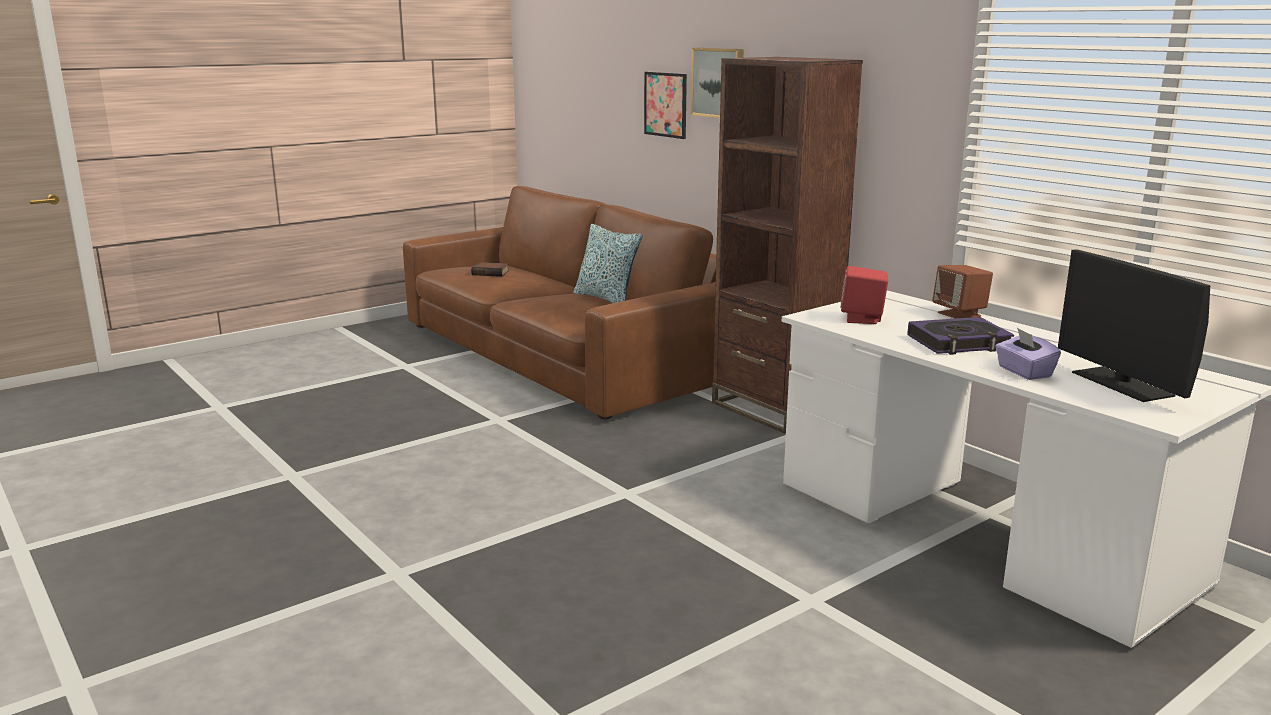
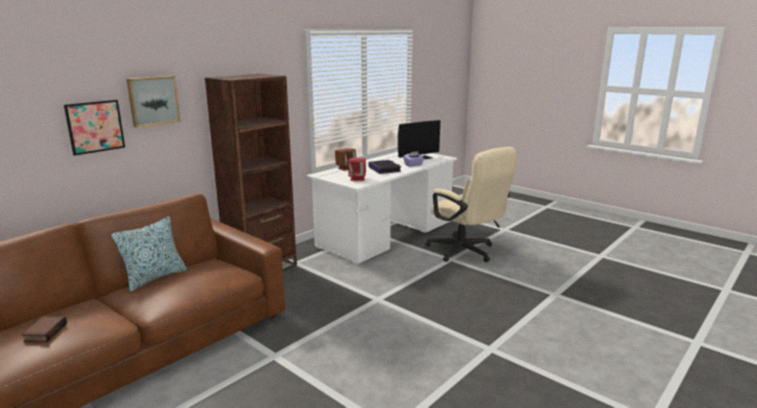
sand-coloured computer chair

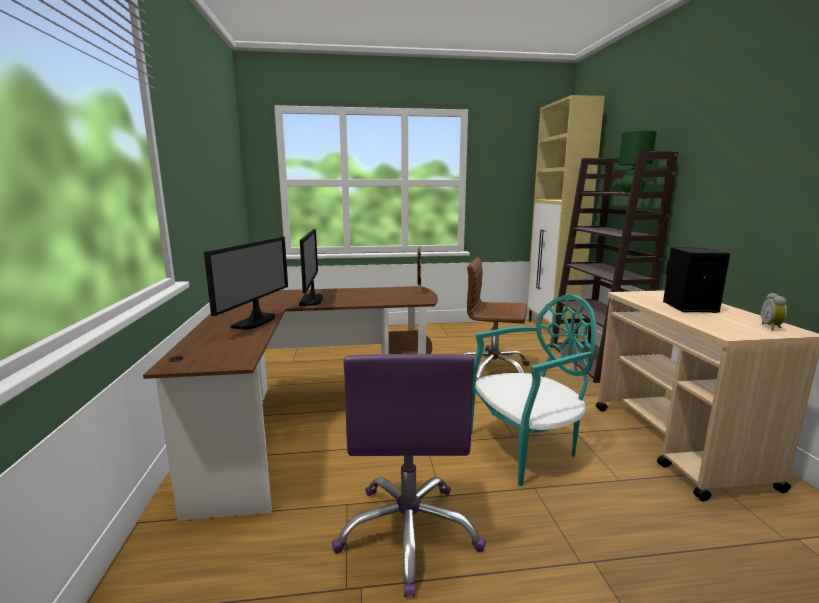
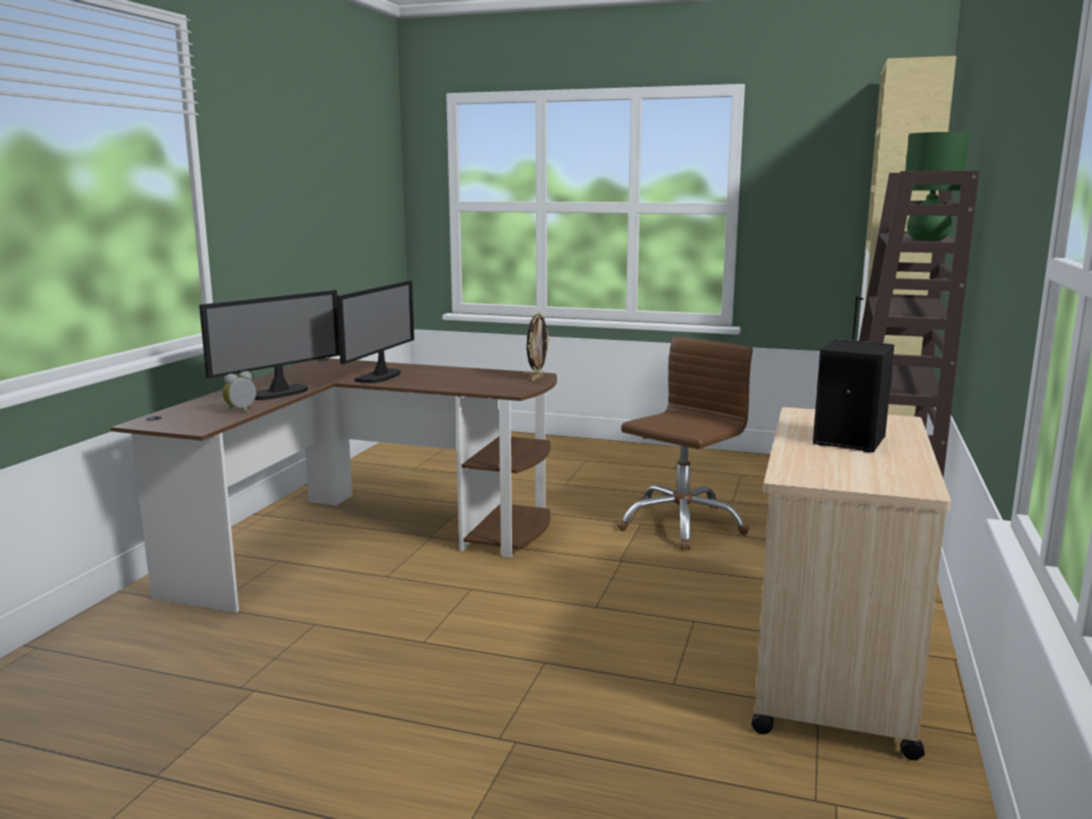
purple computer chair; turquoise upright chair; table clock; brown computer chair

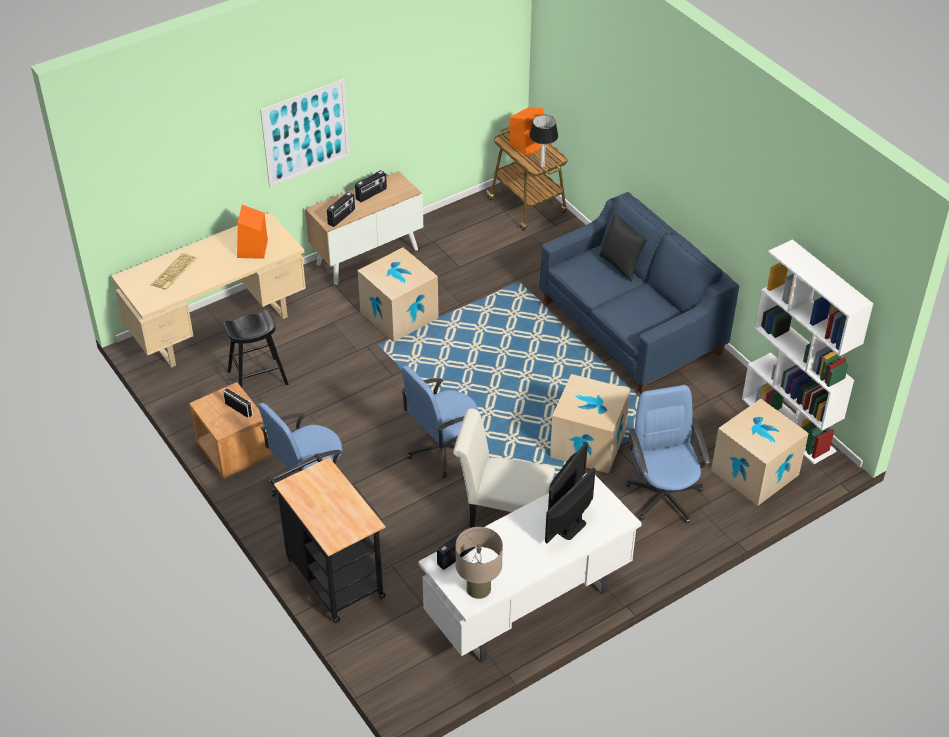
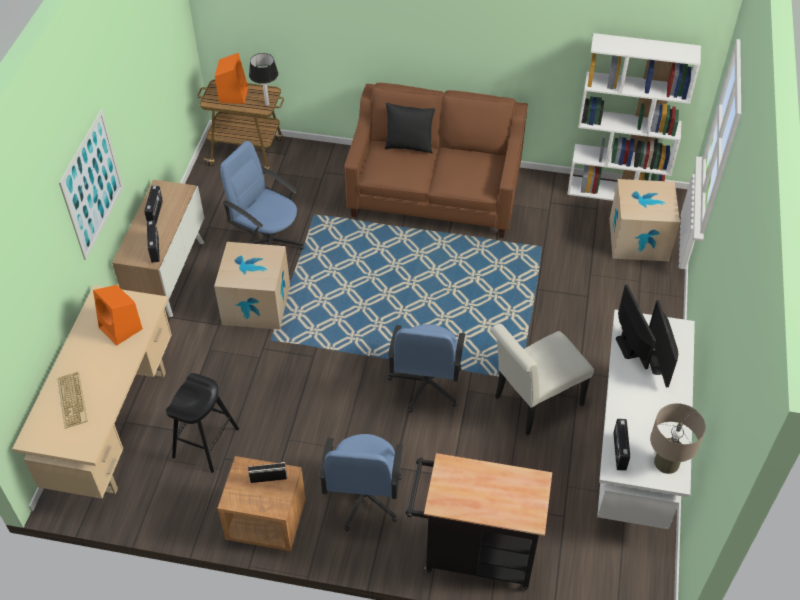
carton (2nd from left in the first image); blue computer chair (1st from left); brown settee

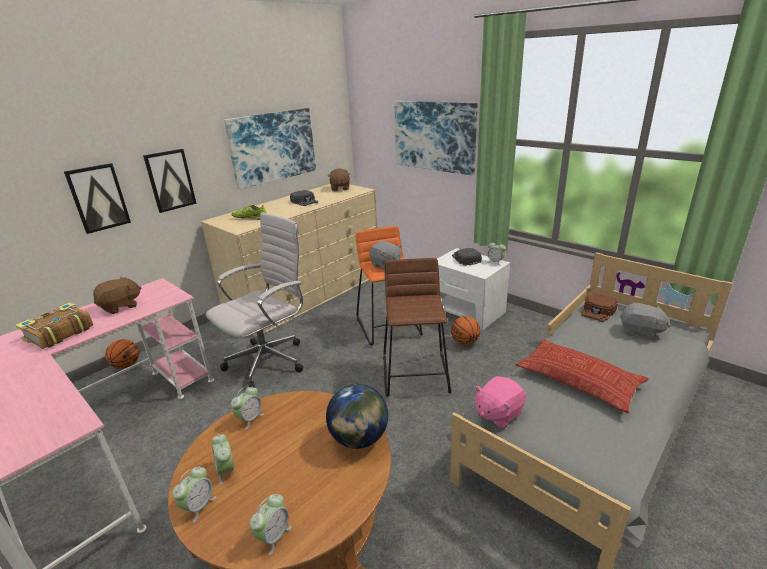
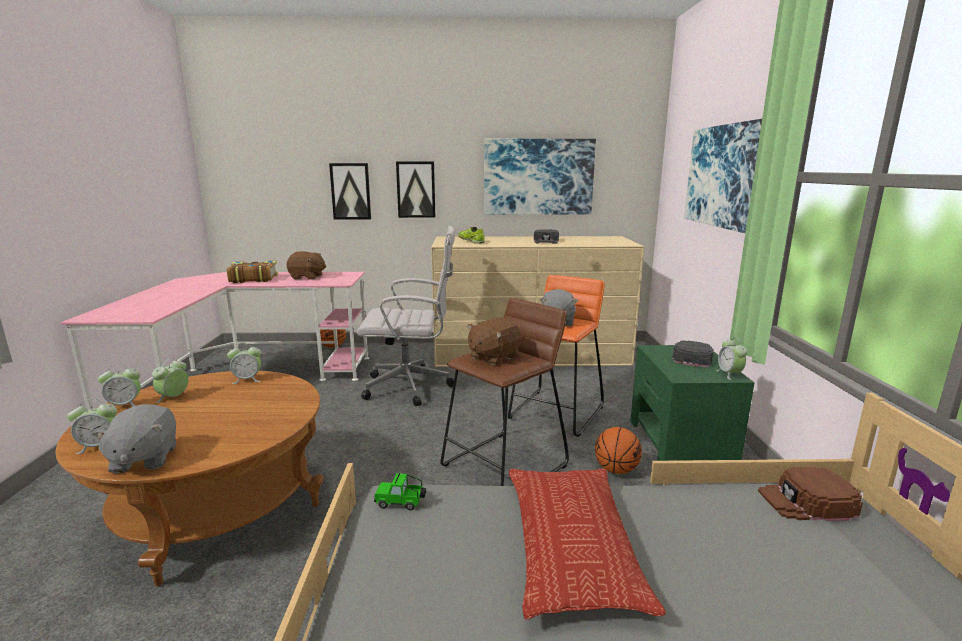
world globe; brown plush toy (2nd from left); gray plush toy (1st from left); model car; green nightstand

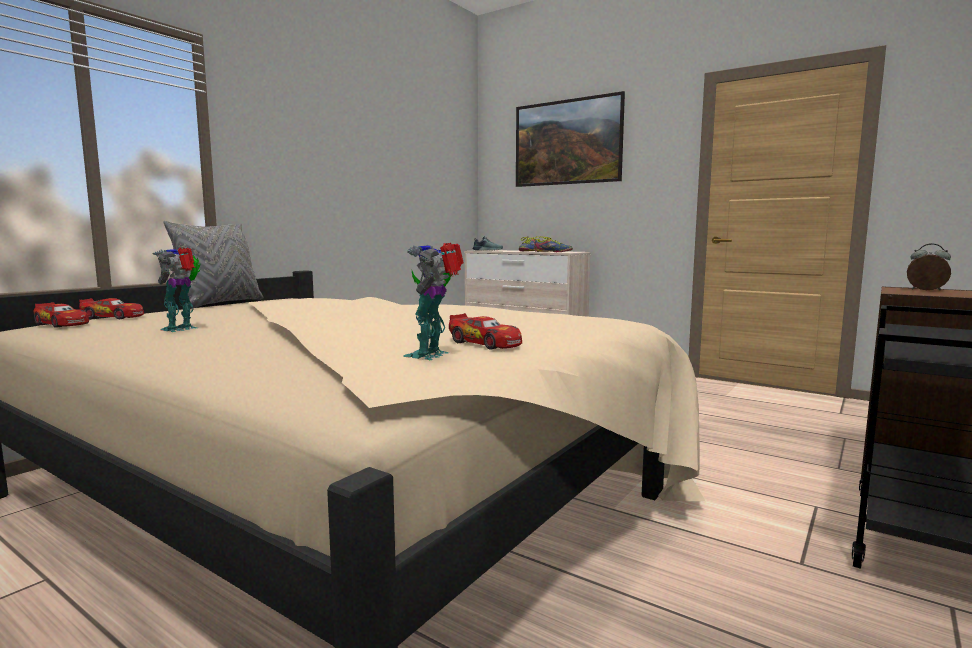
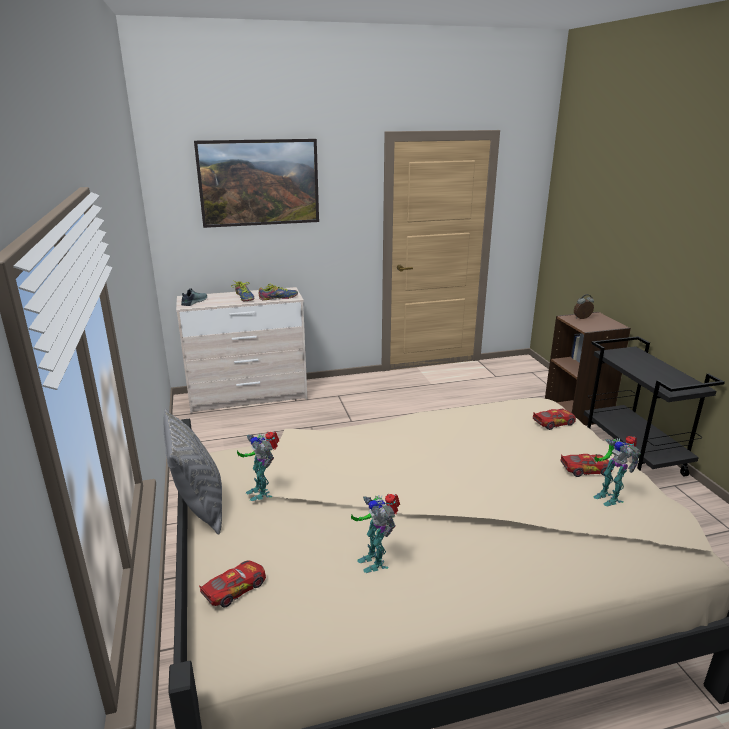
robot figure (1st from left); model car (2nd from left)

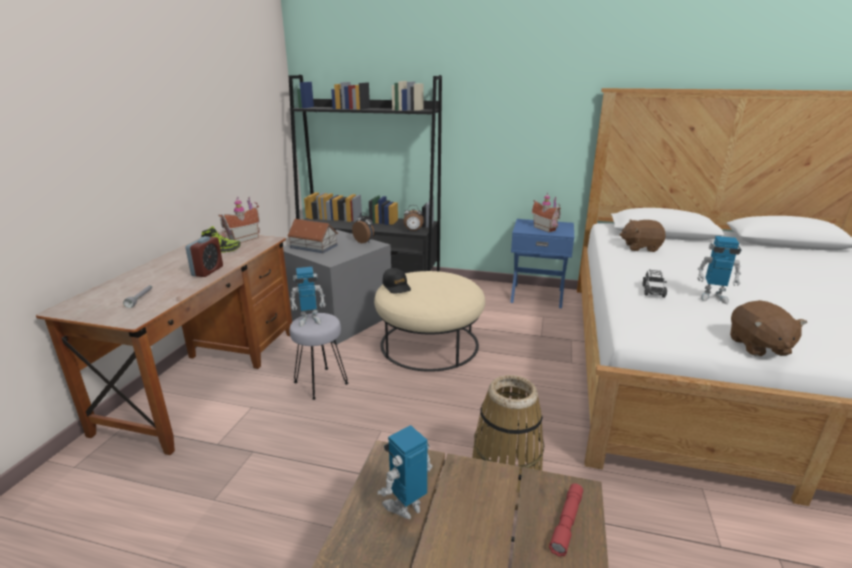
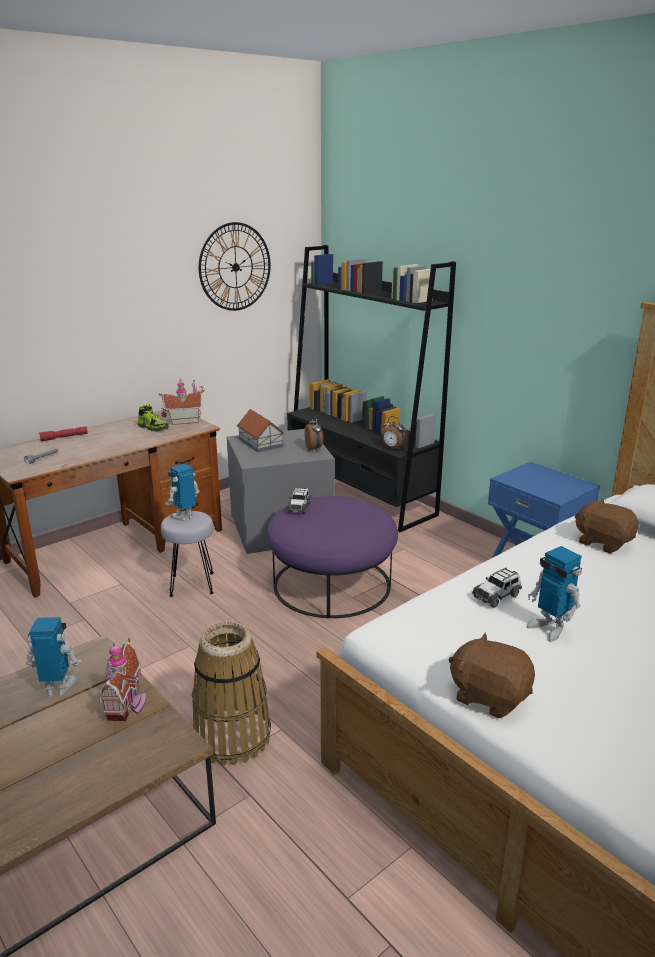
table clock (1st from left in the first image); wall clock; toy house (1st from left); red-coloured flashlight; model car (1st from left); purple footrest; robot figure (2nd from left); brown plush toy (1st from left)

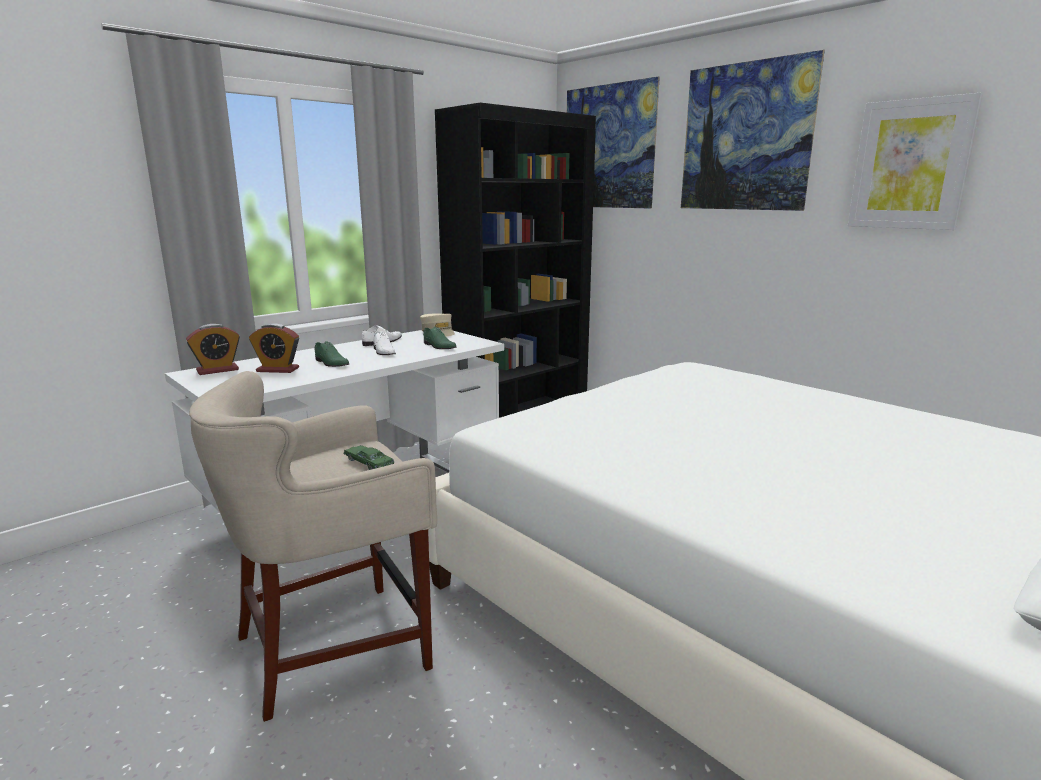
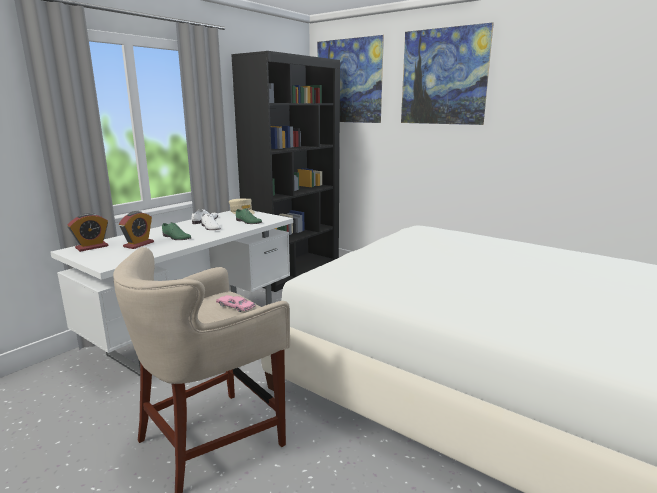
wall picture (3rd from left in the first image); pinkish model car; table clock (2nd from left)

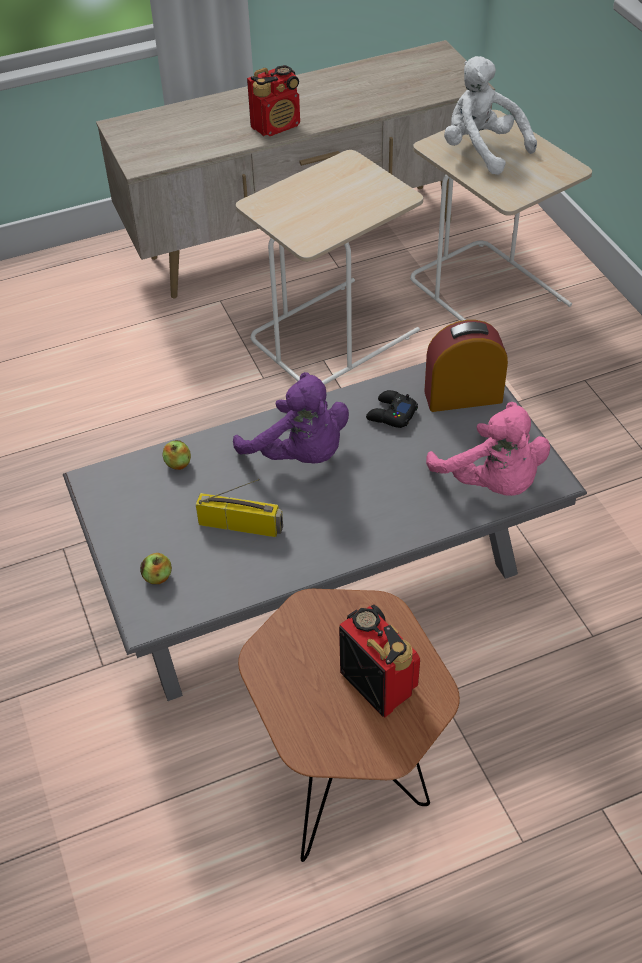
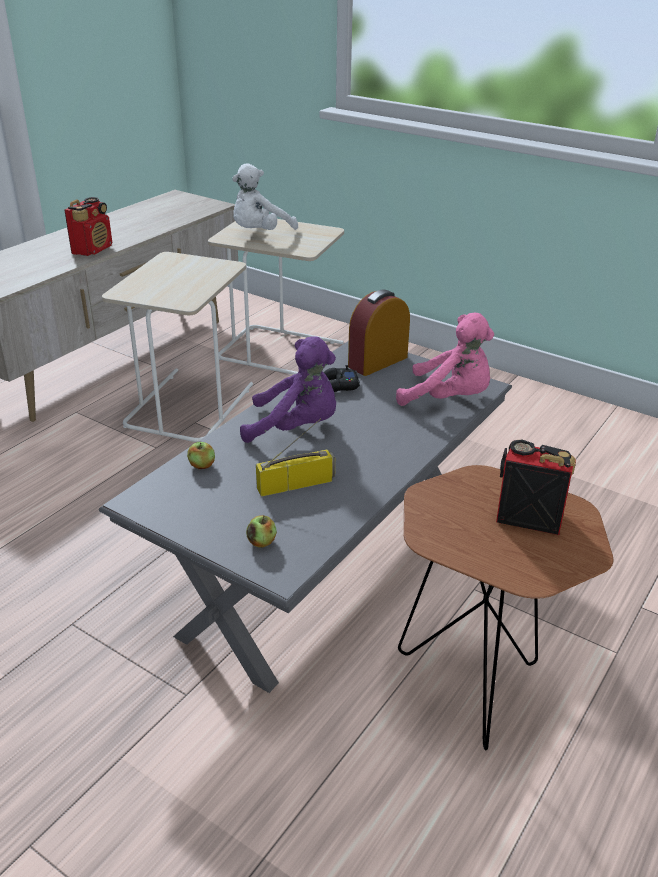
white-coloured plush toy

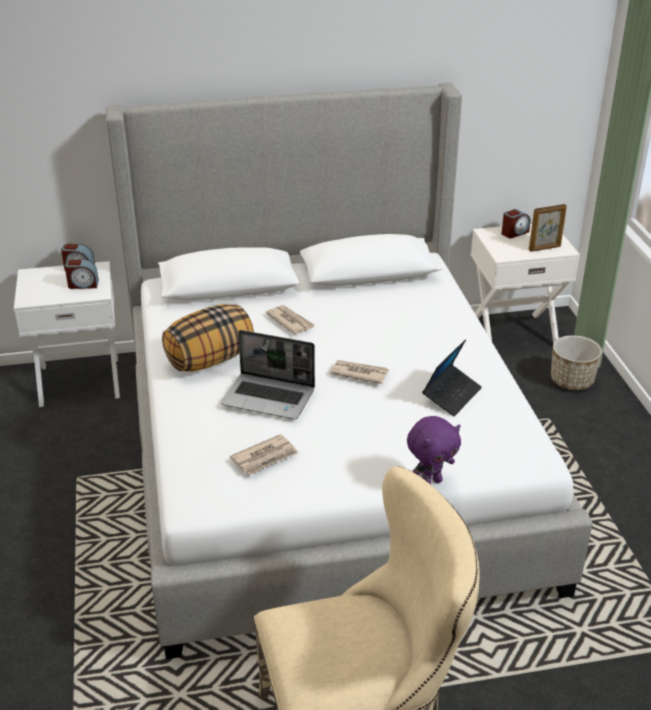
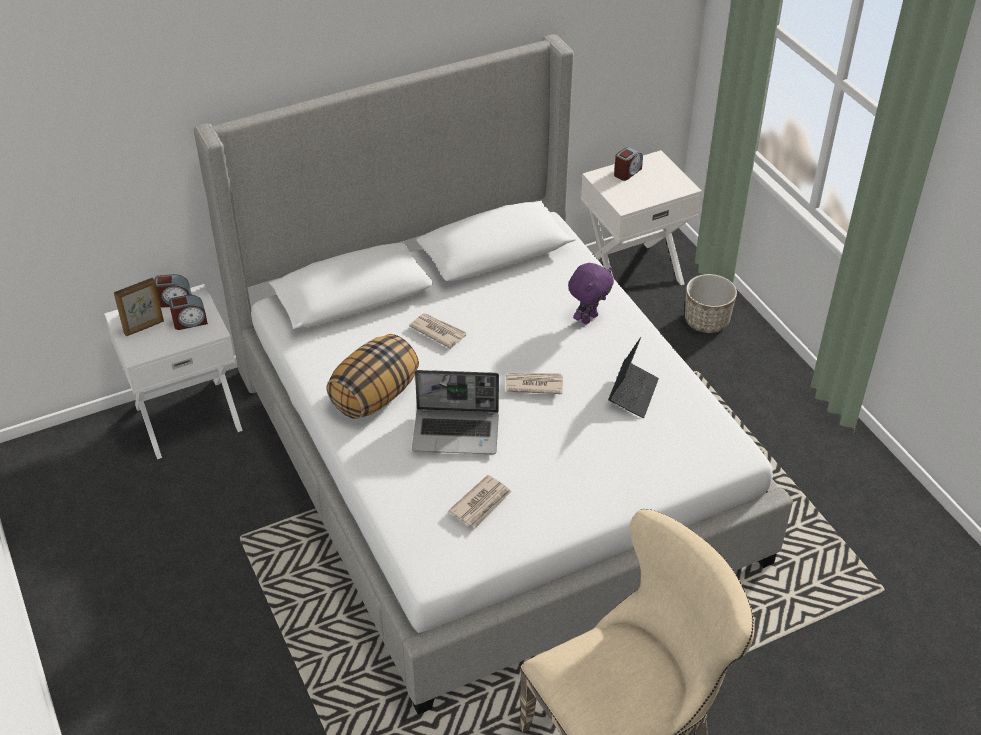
purple plush toy; picture frame

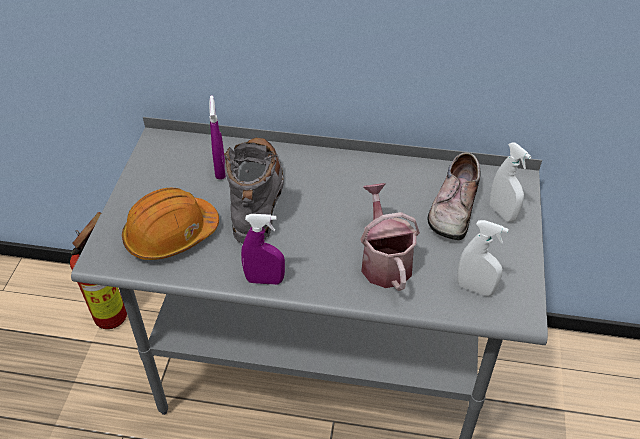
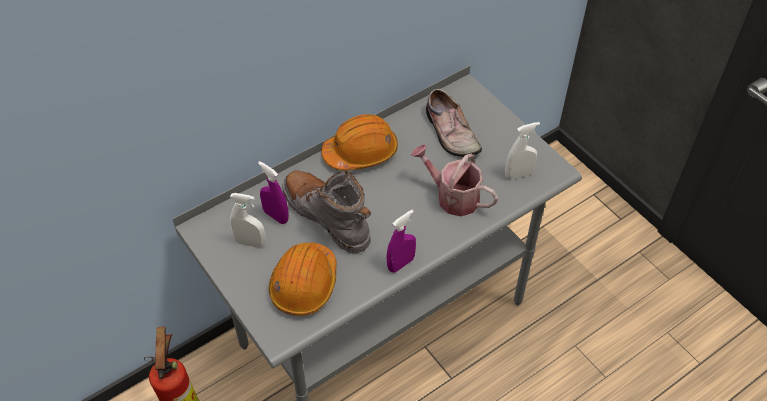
orange work helmet (2nd from left); white-coloured hand sprayer (1st from left)

